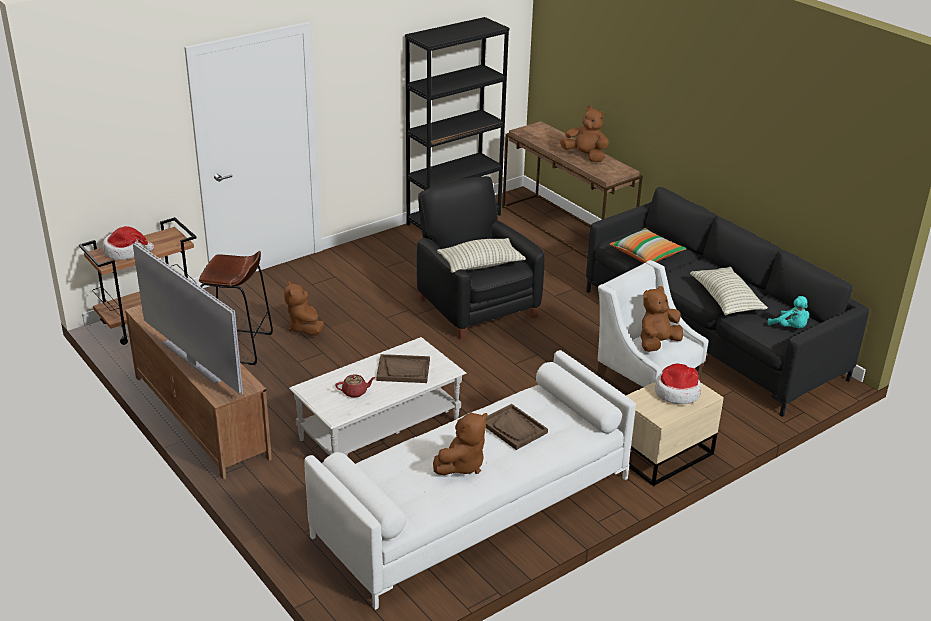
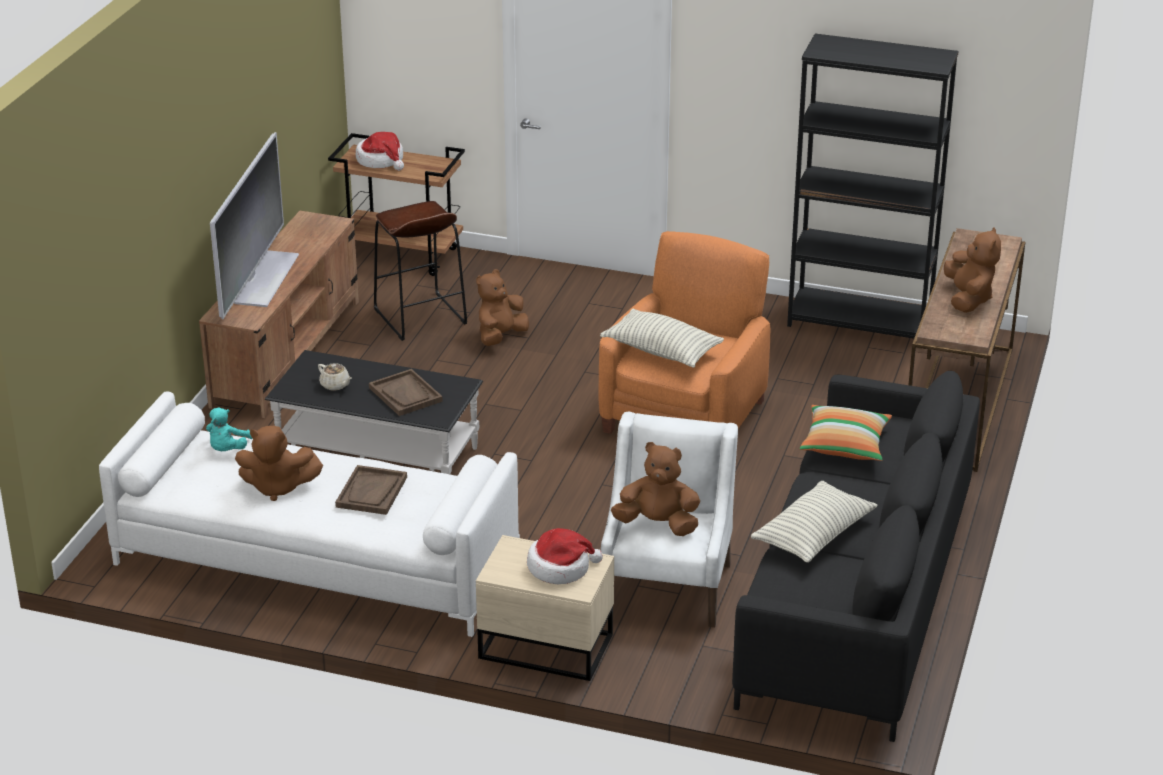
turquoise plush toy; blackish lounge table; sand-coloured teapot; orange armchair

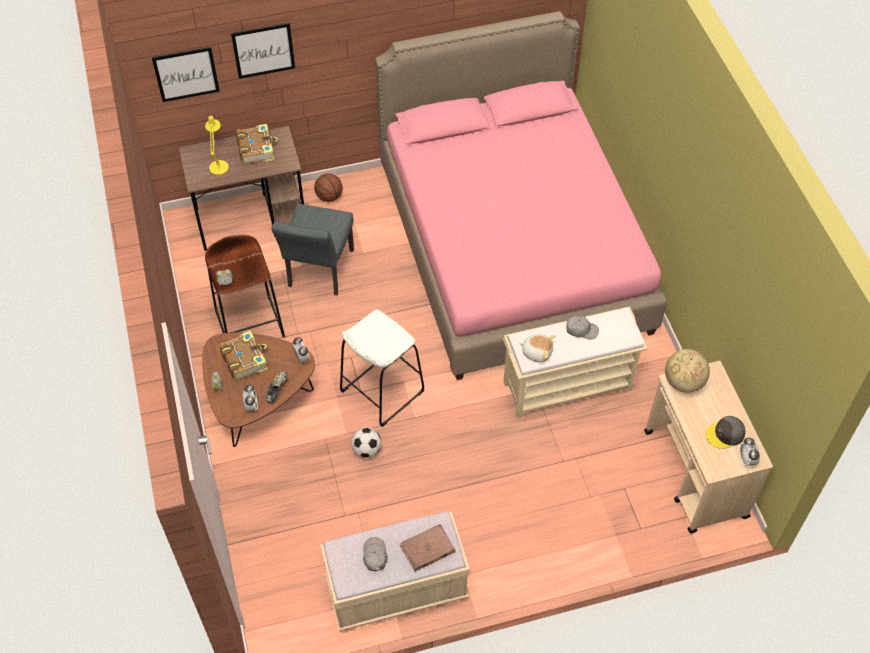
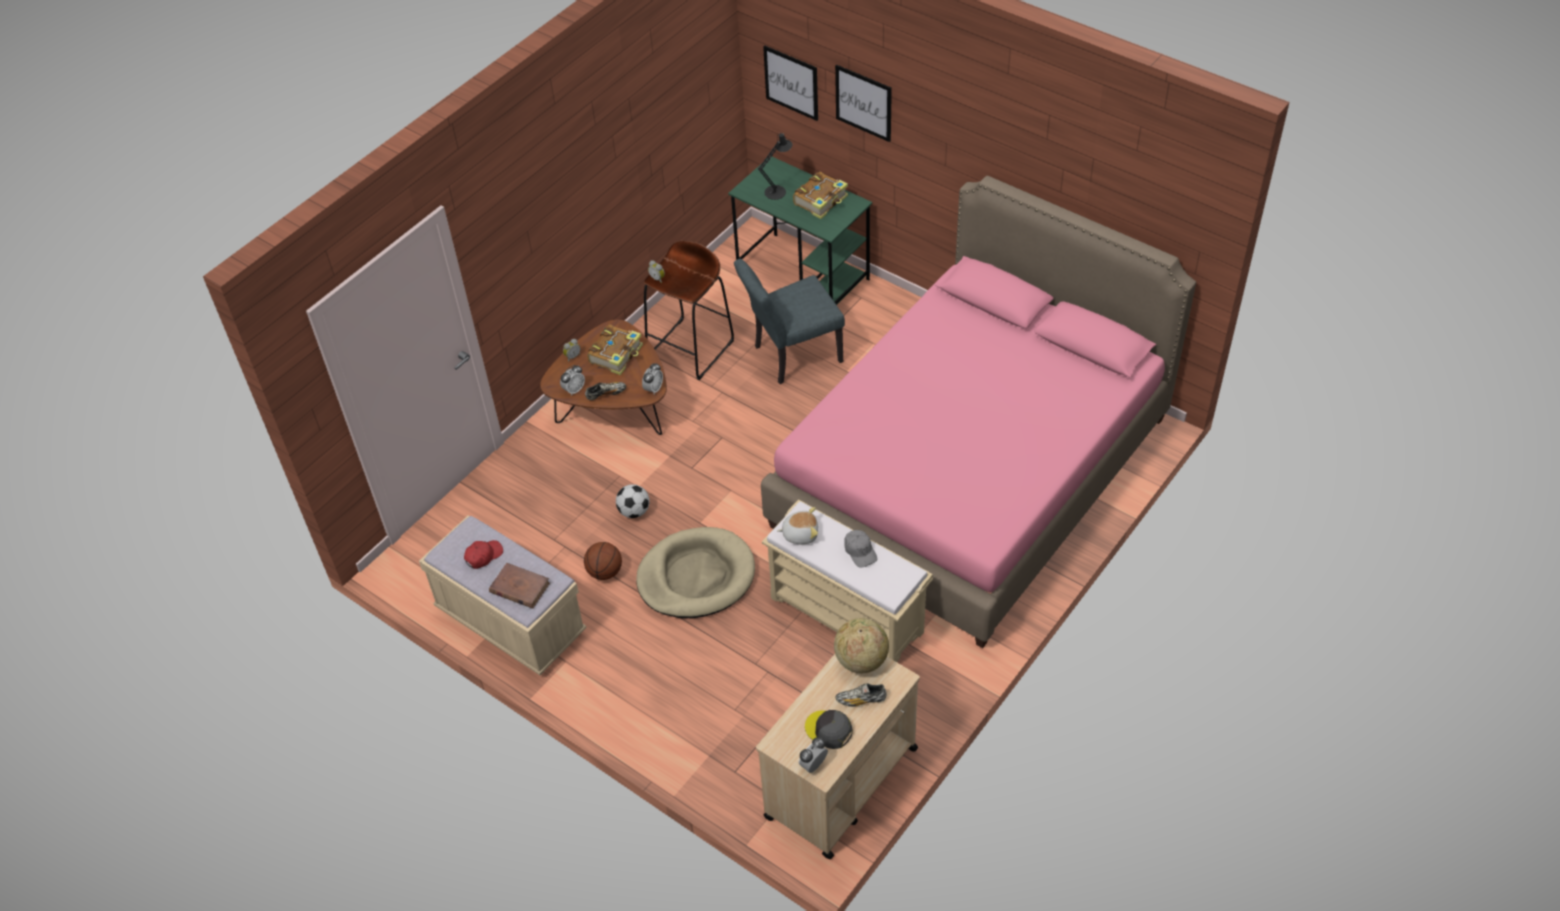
white-coloured sitting stool; sand-coloured pet bed; item of footwear (2nd from left); basketball; green desk table; blackish table lamp; red-coloured cap; plush toy

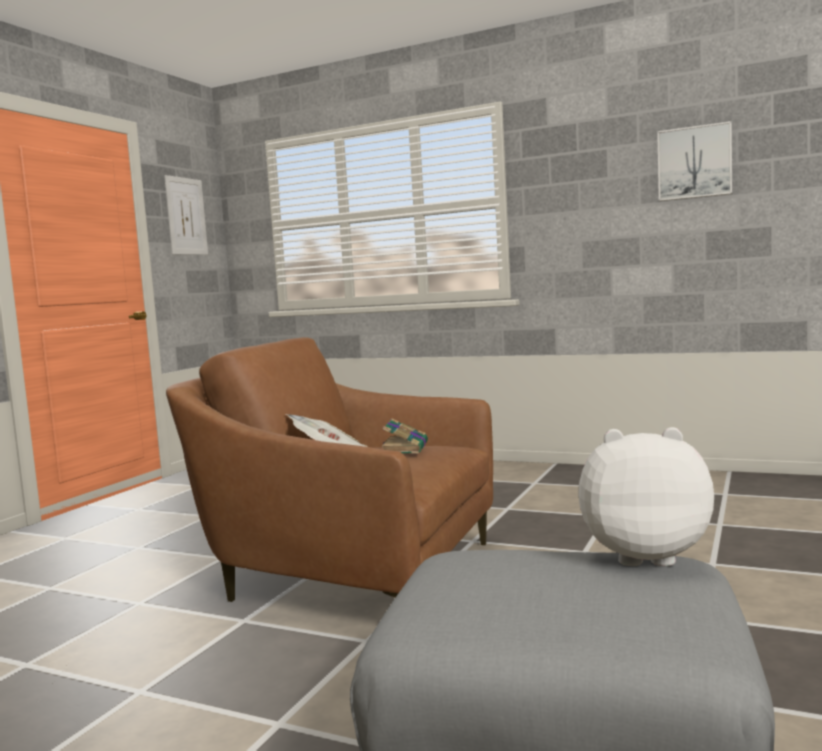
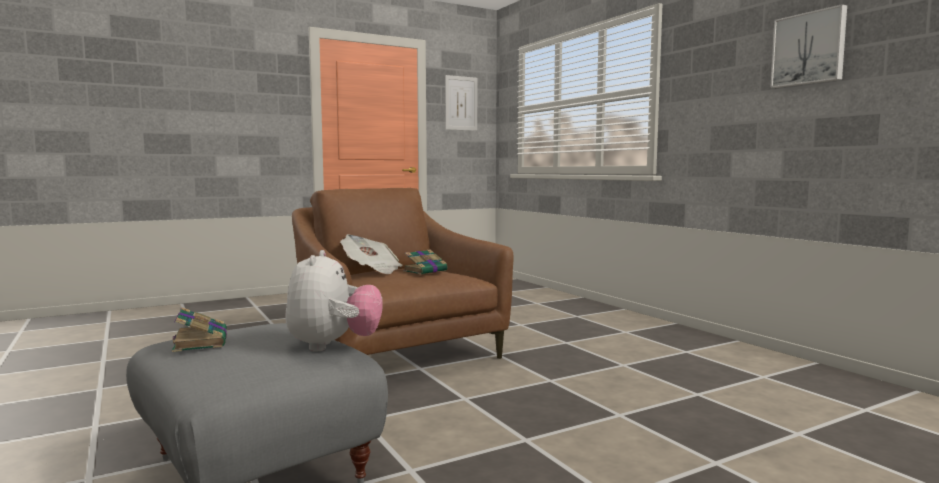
book (1st from left); plush toy

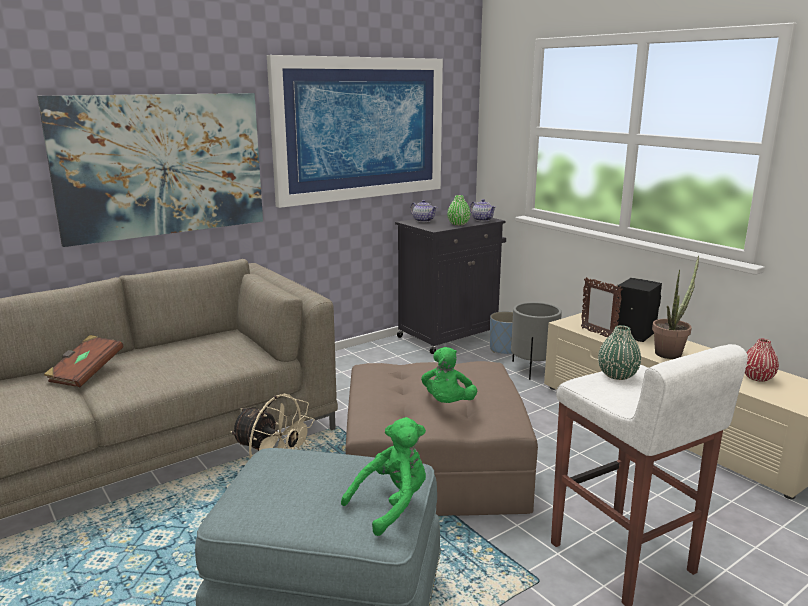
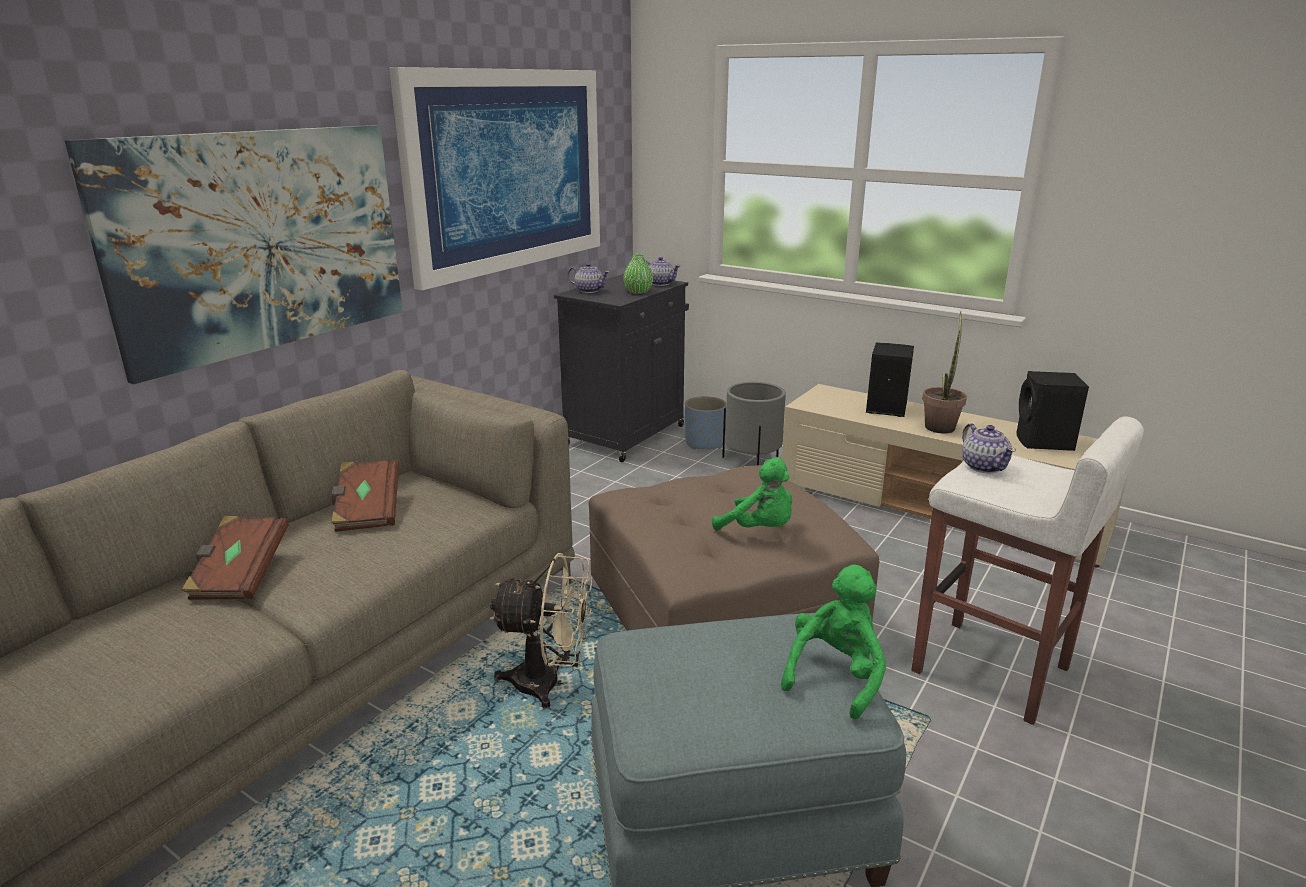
picture frame; brown book (2nd from left); teapot (3rd from left); blackish loudspeaker (2nd from left); green plush toy (1st from left)

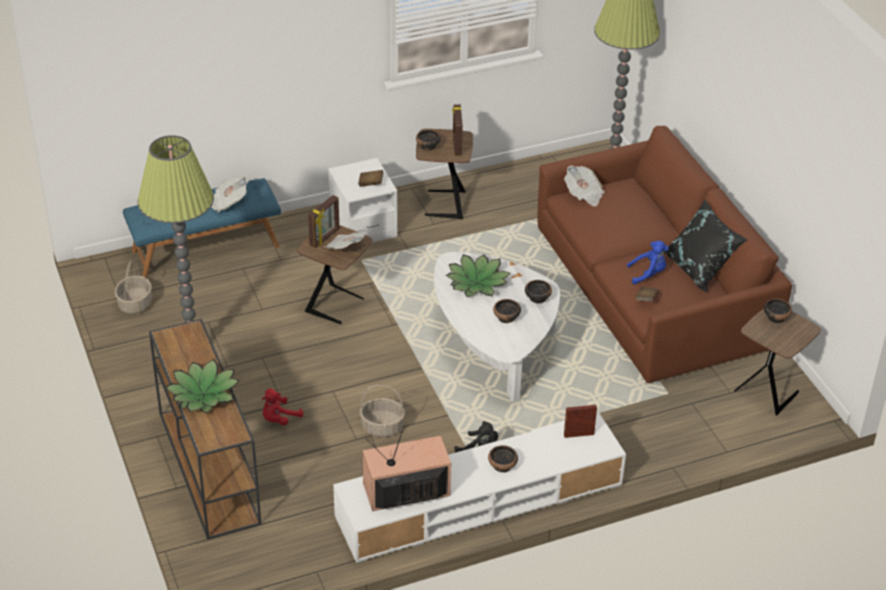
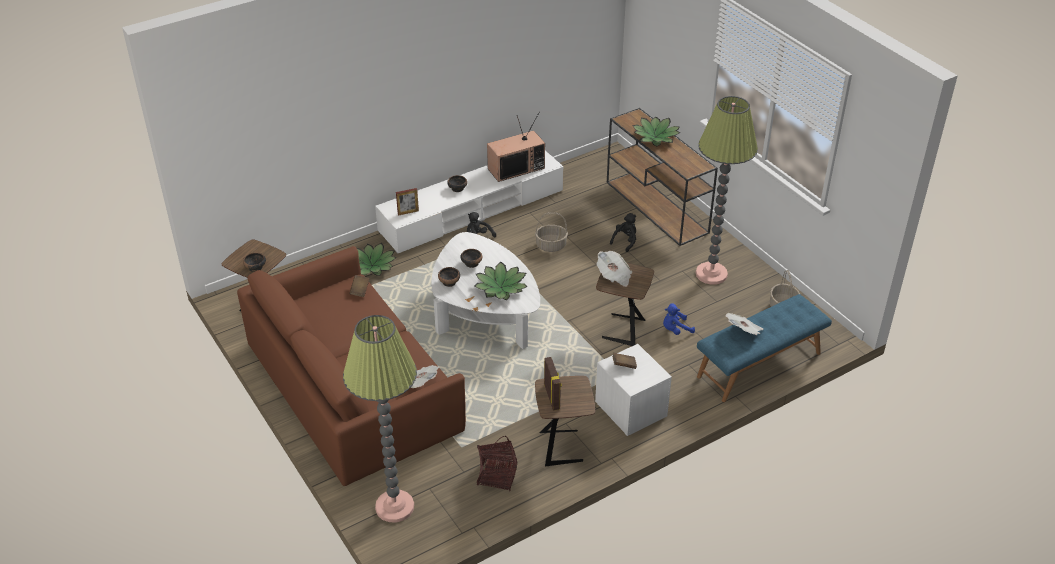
picture frame (1st from left in the first image); bowl (1st from left in the first image); blackish pillow; houseplant (1st from left); household basket (1st from left); blue plush toy; blackish plush toy (2nd from left)

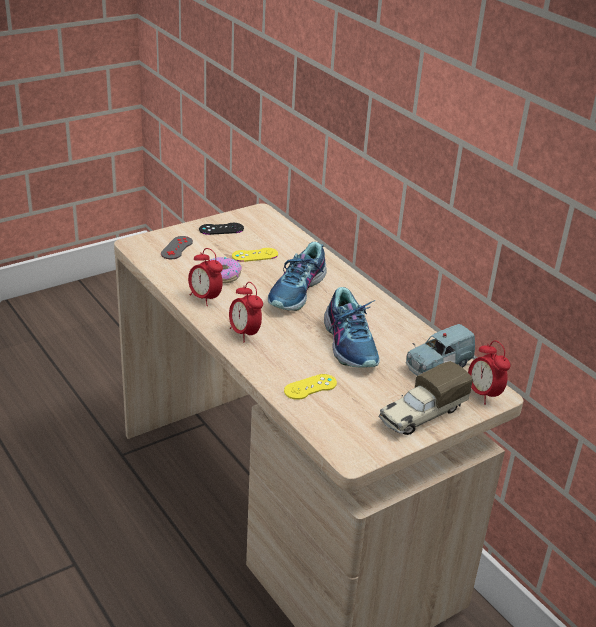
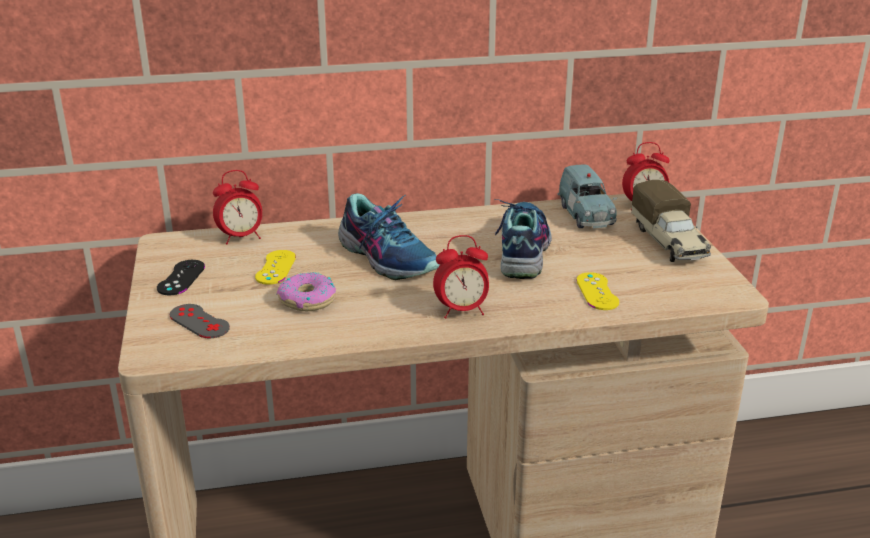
table clock (1st from left); item of footwear (2nd from left)

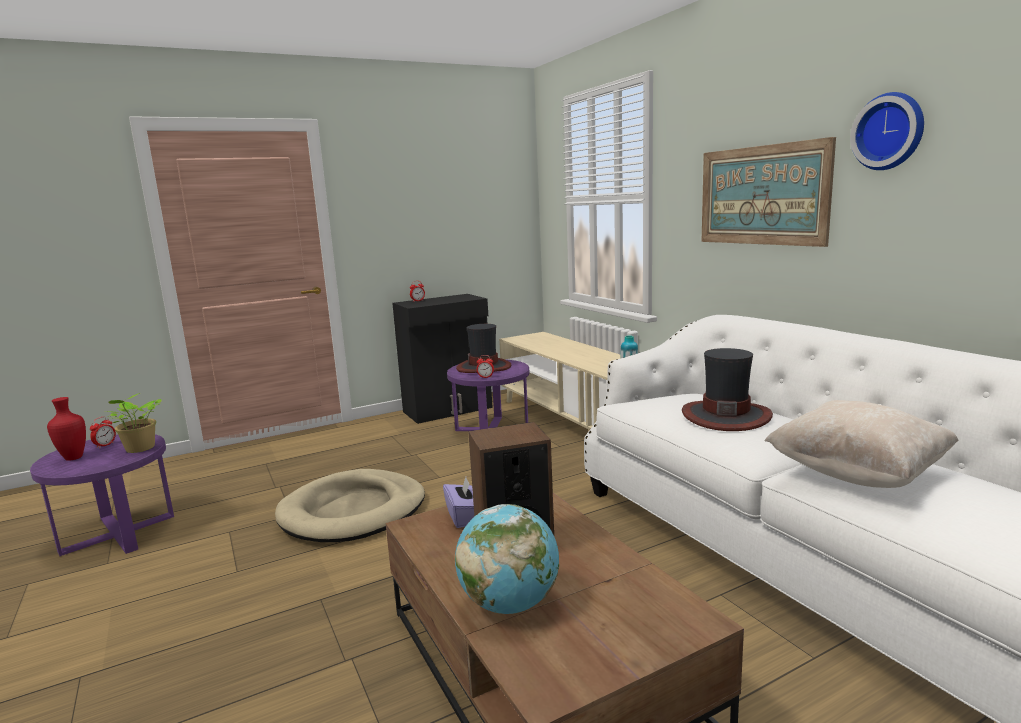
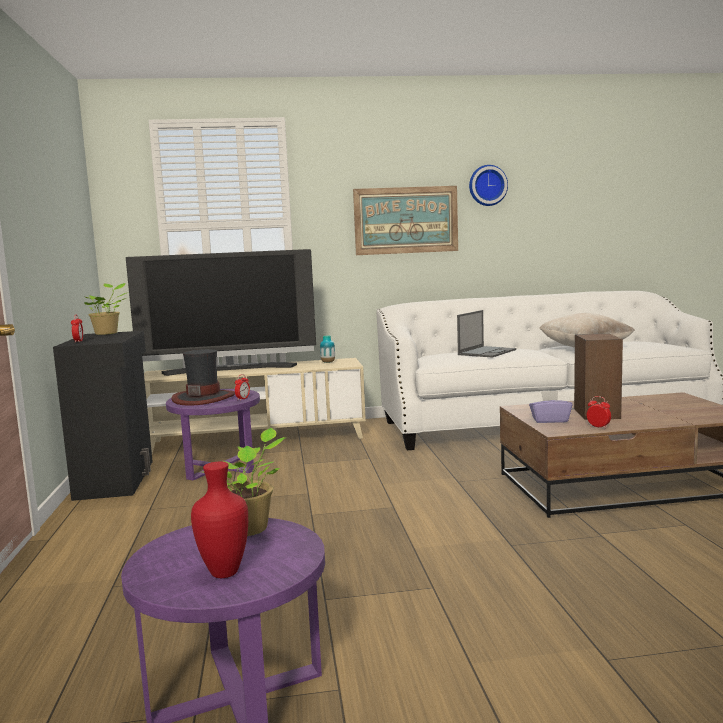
sand-coloured pet bed; world globe; houseplant (1st from left); television; table clock (3rd from left); laptop

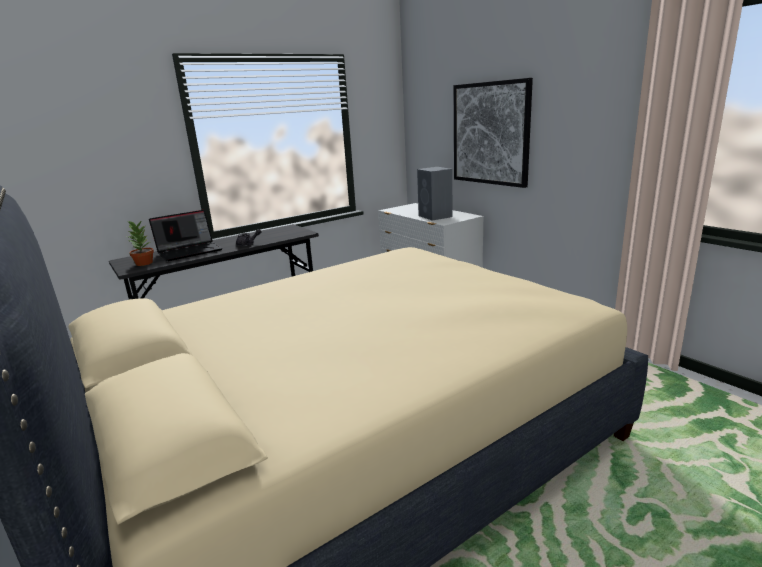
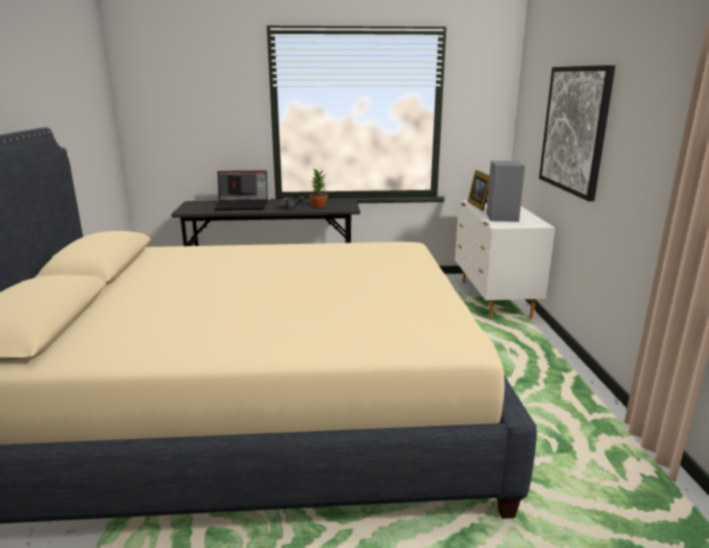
picture frame; houseplant

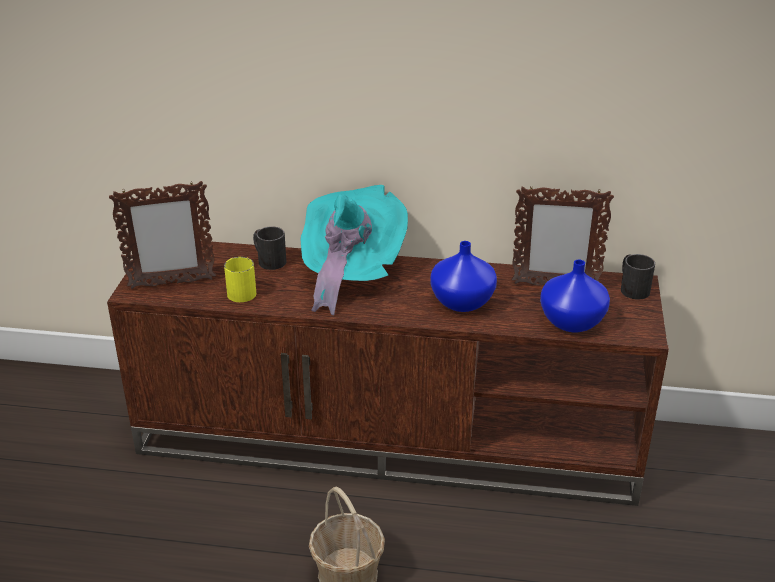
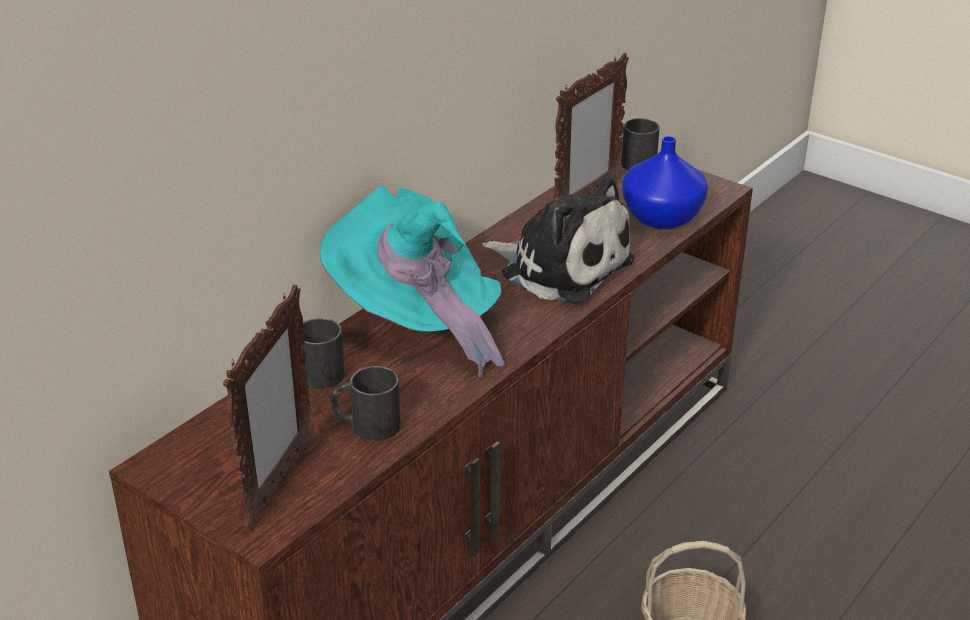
plush toy; blackish coffee mug (2nd from left)

